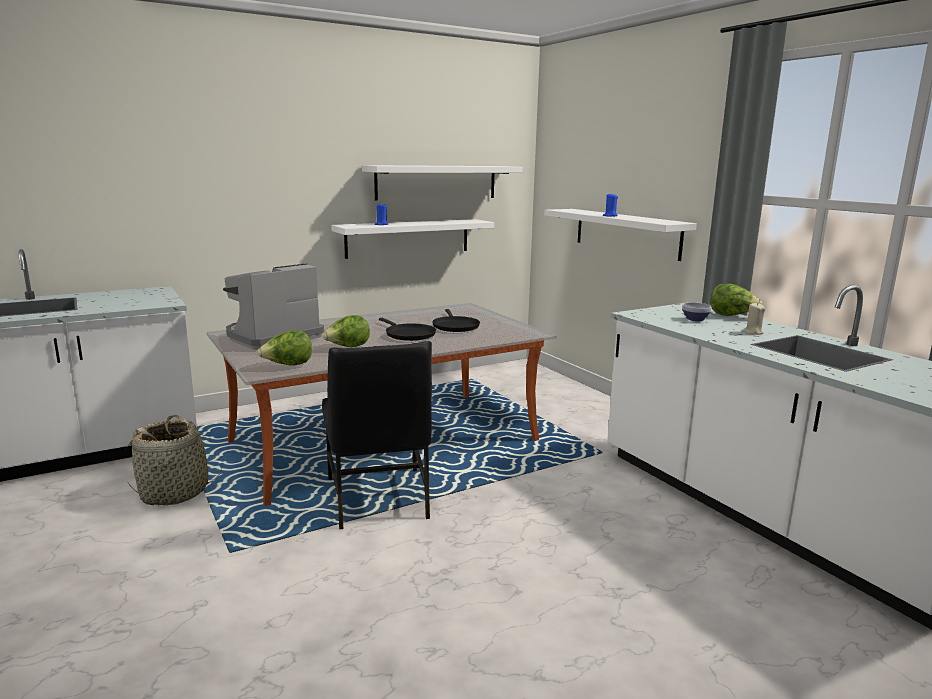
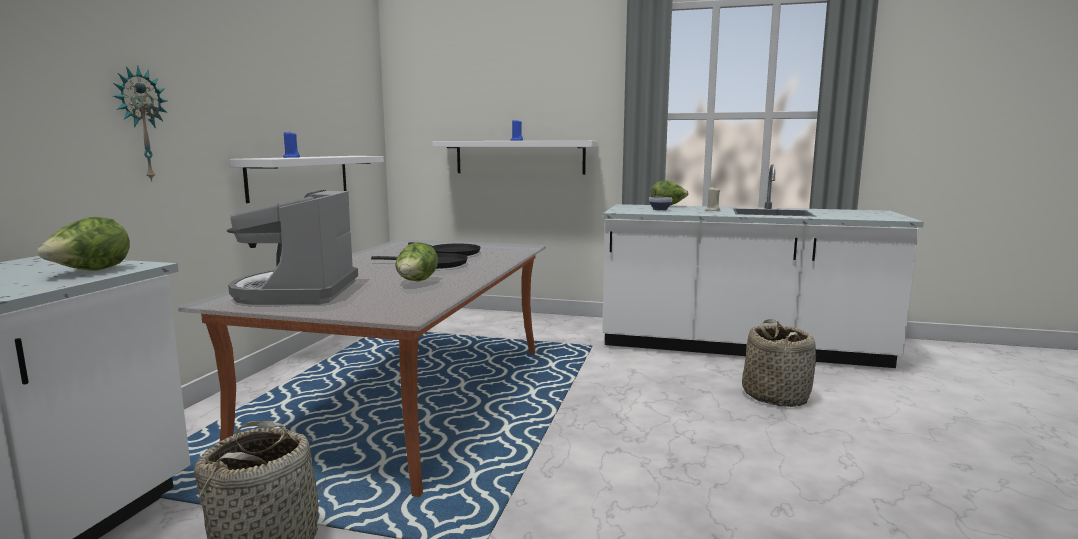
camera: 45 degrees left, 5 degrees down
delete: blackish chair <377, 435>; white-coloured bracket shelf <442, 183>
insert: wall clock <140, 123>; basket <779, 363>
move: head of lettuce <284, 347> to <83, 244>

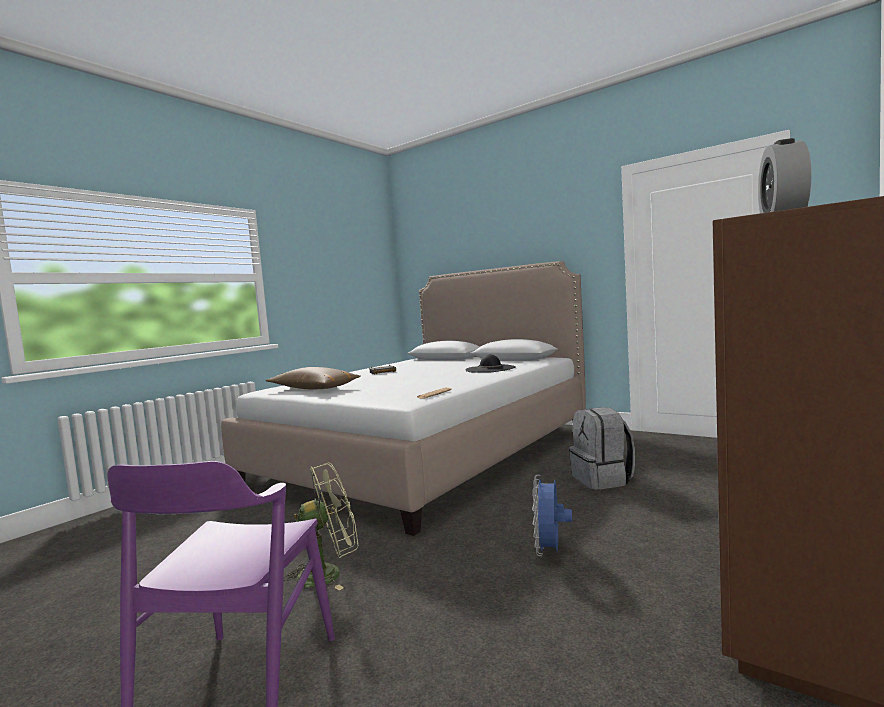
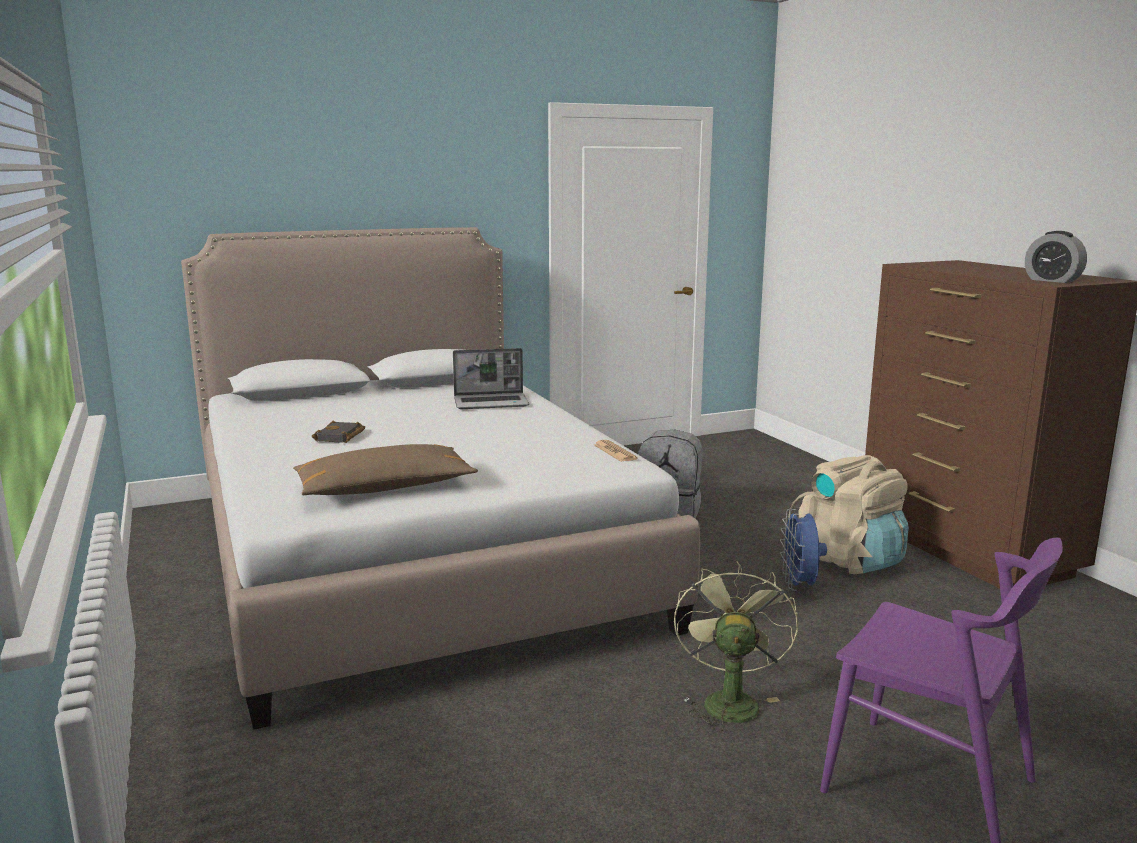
camera: 60 degrees left, 10 degrees up
insert: sand-coloured knapsack <848, 514>
replace: blackish clothing hat <491, 363> to laptop <491, 378>
rotate: blue electric fan <552, 515> = <803, 550> 45 degrees clockwise

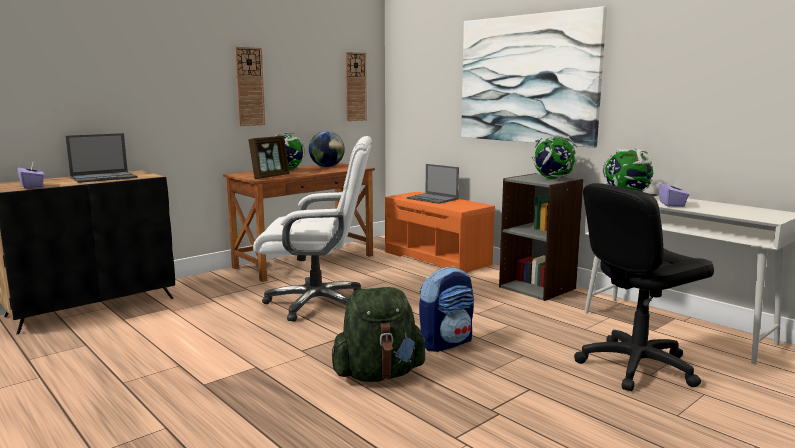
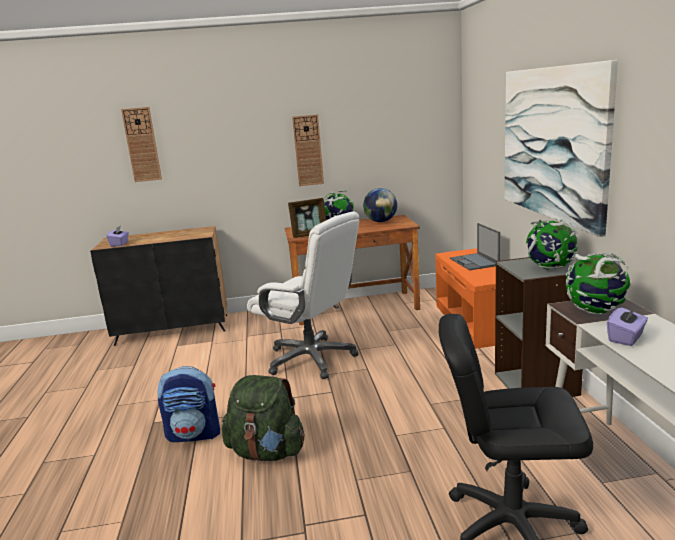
camera: 35 degrees right, 5 degrees up
delete: laptop <102, 158>
move: wall clock <356, 86> to <141, 144>; knapsack <446, 309> to <188, 404>

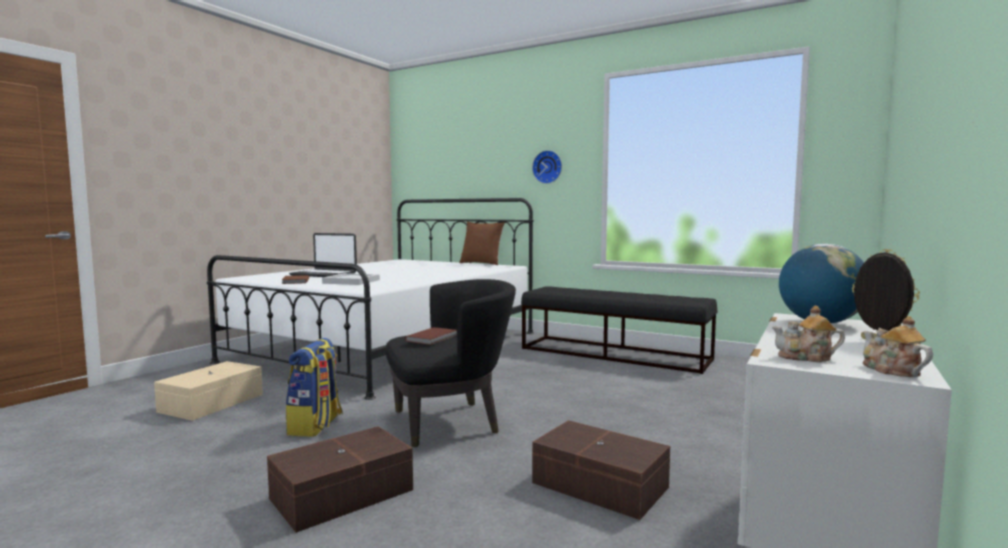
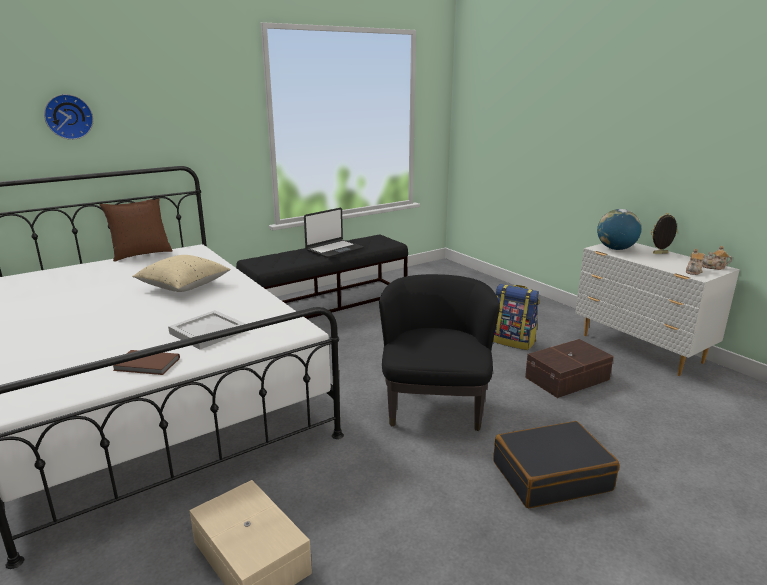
camera: 65 degrees left, 15 degrees up
delete: brown volume <431, 336>
insert: sand-coloured pillow <181, 273>
move: knapsack <314, 387> to <516, 317>; laptop <323, 255> to <334, 233>; wall clock <547, 167> to <68, 117>
replace: brown storage box <340, 479> to blackish travel case <556, 464>

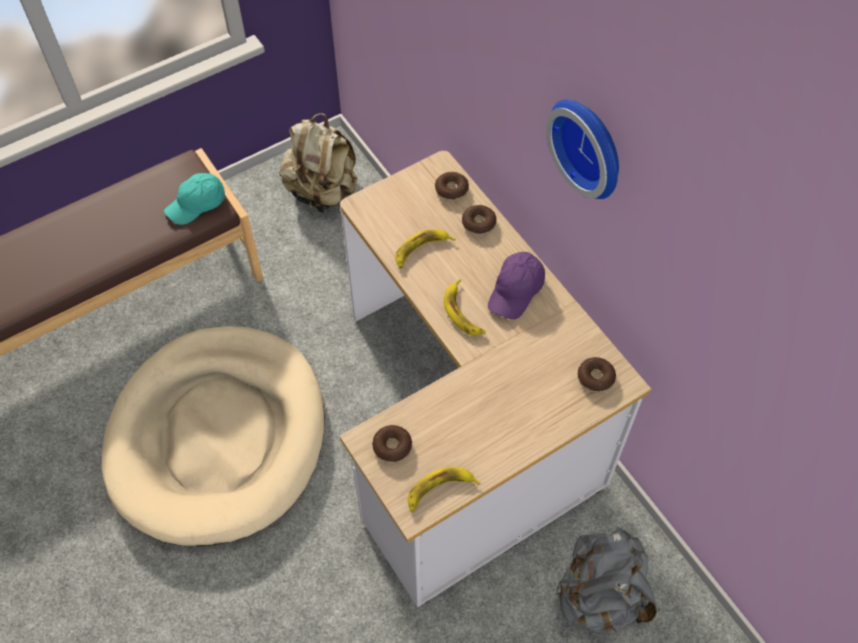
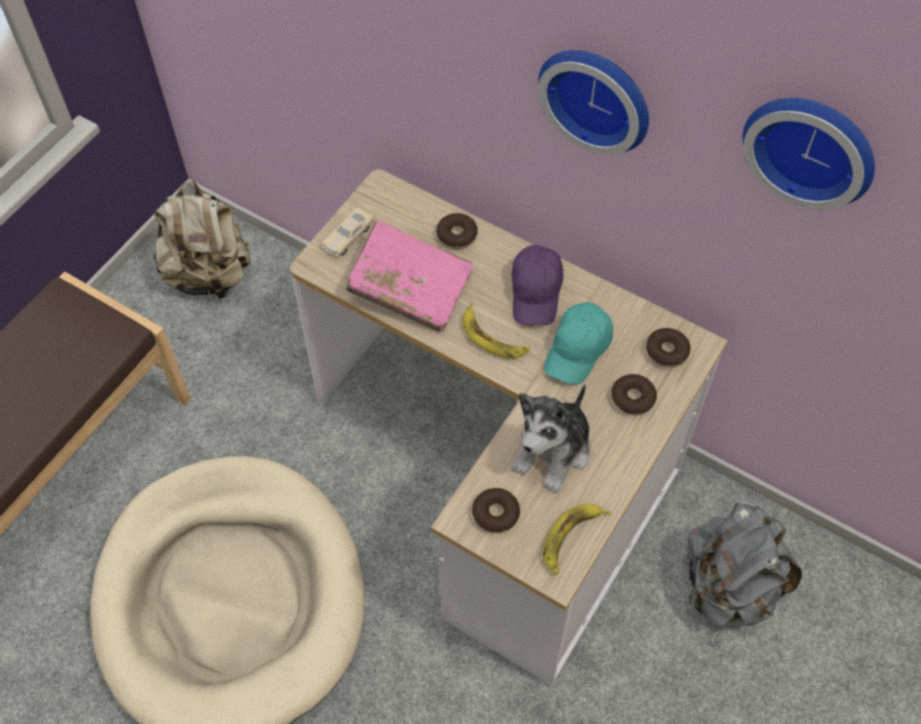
camera: 25 degrees left, 0 degrees up
insert: sand-coloured model car <348, 232>; plush toy <551, 438>; wall clock <809, 154>
move: turquoise-coloured peaked cap <194, 199> to <578, 343>; donut <452, 186> to <634, 394>
replace: banana <425, 248> to pink-coloured volume <409, 276>

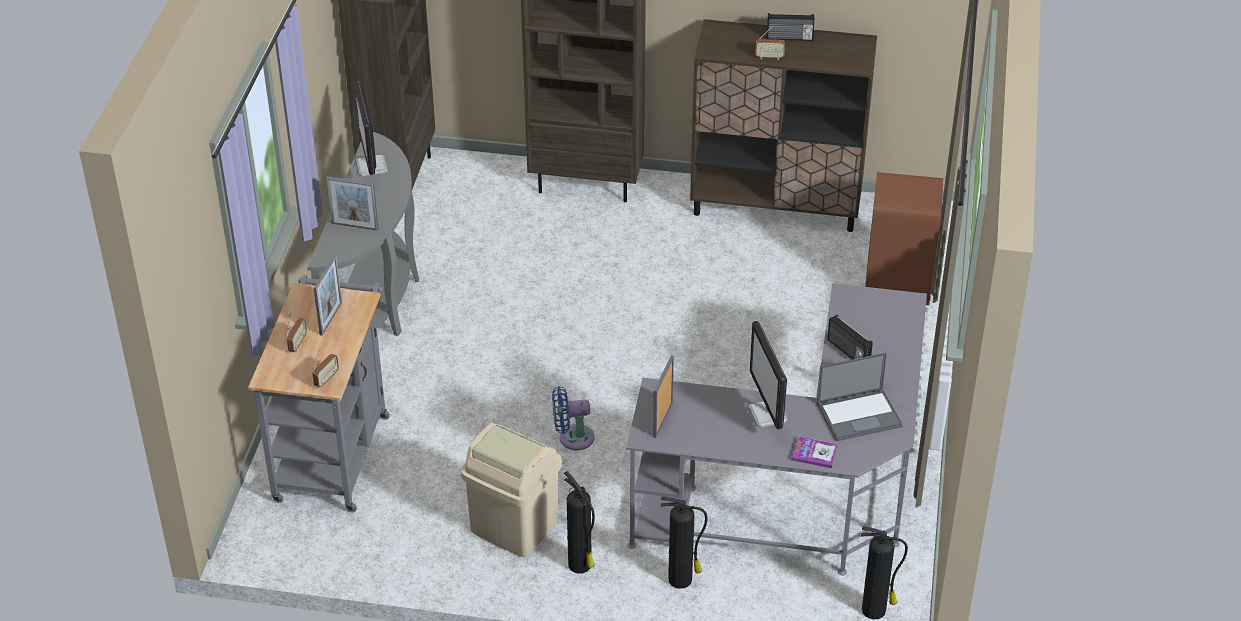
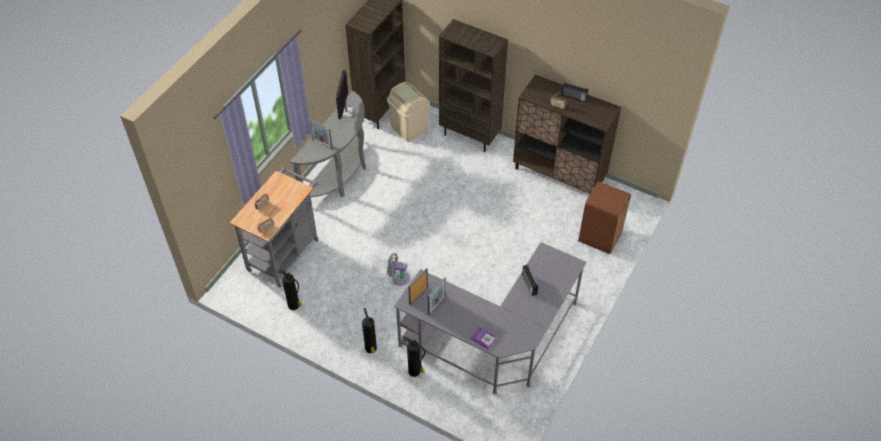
camera: 20 degrees right, 10 degrees up
delete: computer screen <768, 375>; laptop <860, 397>
move: picture frame <328, 295> to <437, 296>; sand-coloured rubbish bin <511, 490> to <408, 112>; extinguisher <884, 573> to <289, 289>
recolor: blue electric fan <573, 418> to grey electric fan <398, 269>

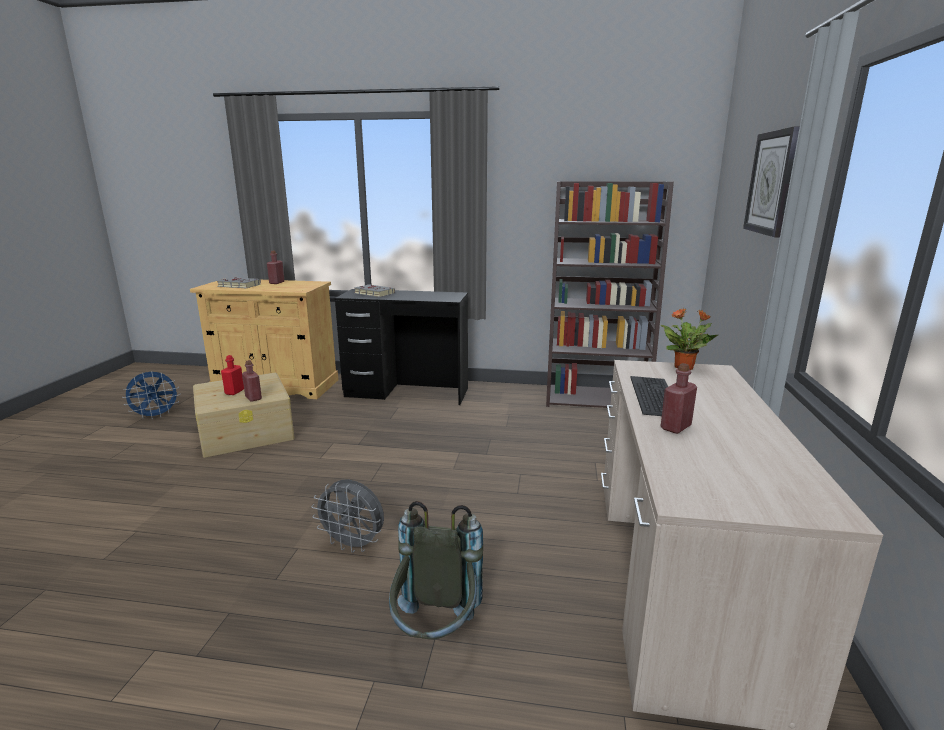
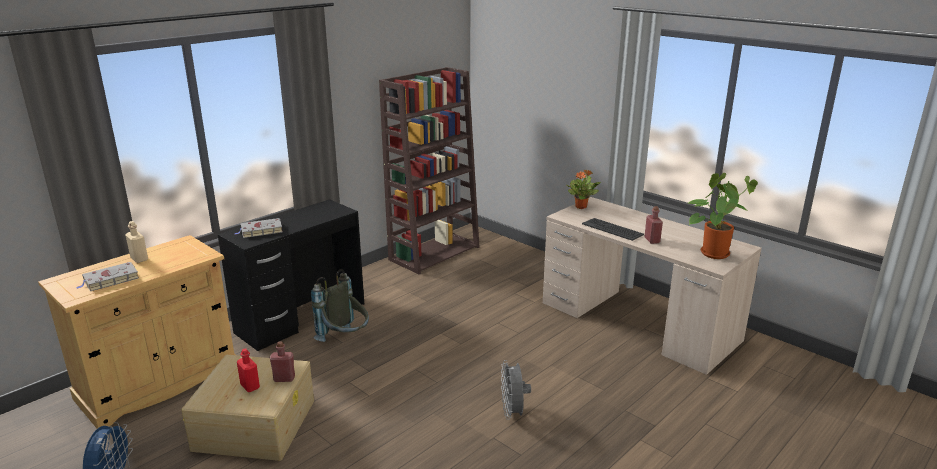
camera: 55 degrees left, 5 degrees up
delete: wall clock <771, 182>
insert: houseplant <723, 216>
move: grey knapsack <436, 570> to <340, 305>
recolor: red-coloured beverage bottle <275, 267> to sand-coloured beverage bottle <136, 242>
rotate: grey electric fan <347, 516> = <516, 390> 120 degrees clockwise

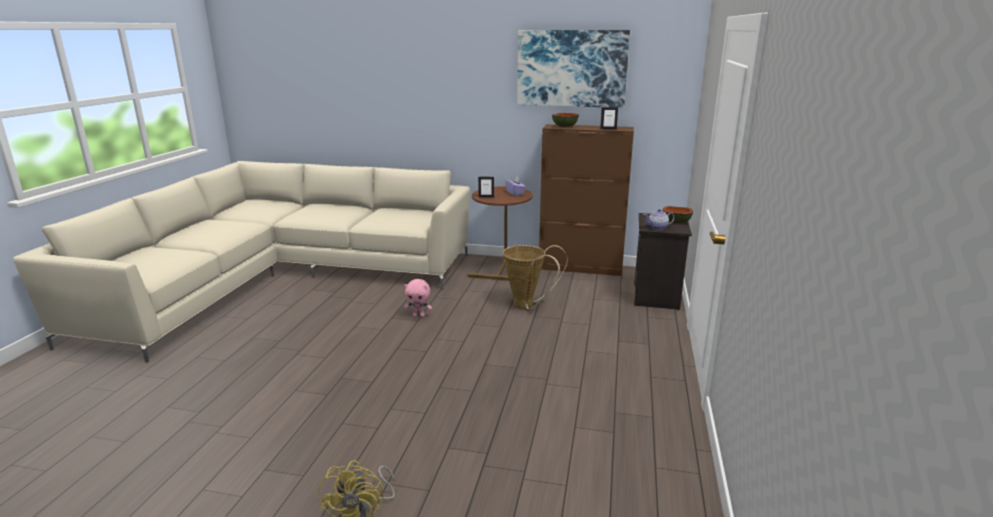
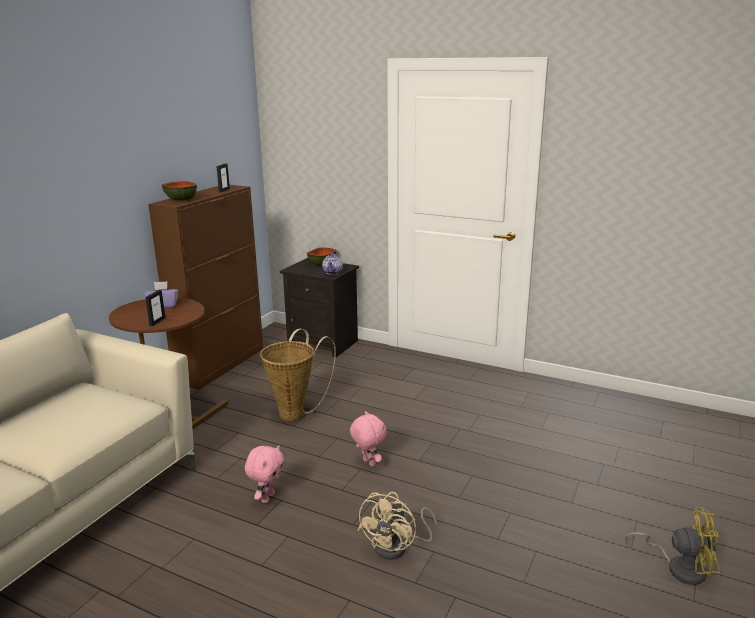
camera: 75 degrees left, 0 degrees up
delete: wall picture <573, 69>
insert: pink-coloured plush toy <368, 439>; sand-coloured electric fan <397, 526>

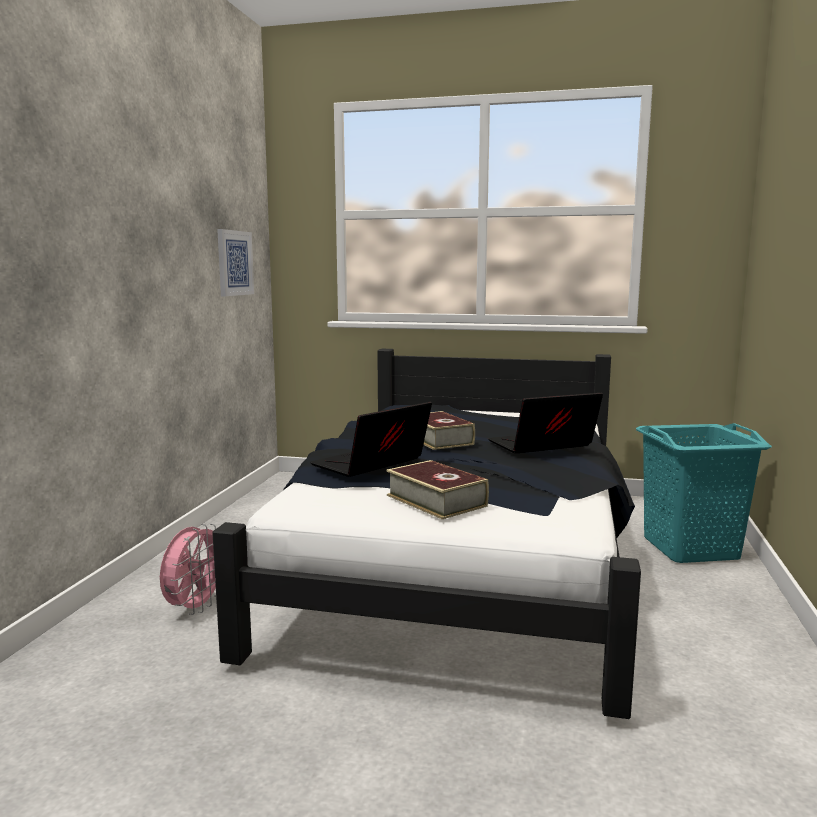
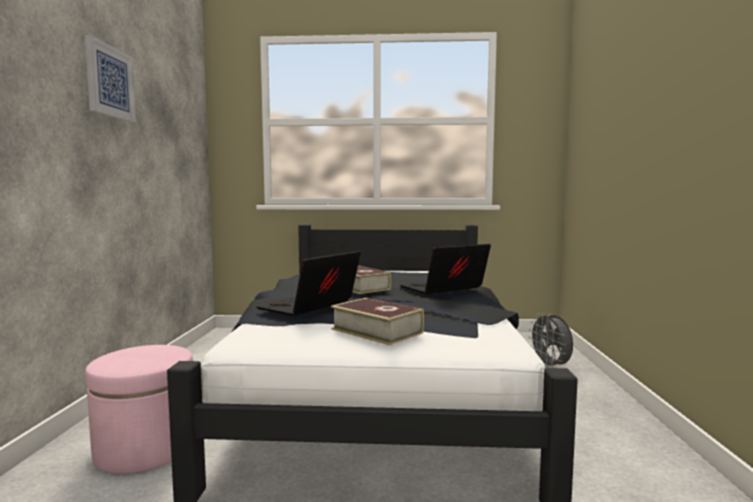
camera: 10 degrees left, 5 degrees down
move: wall picture <235, 262> to <110, 78>
replace: pink-coloured electric fan <188, 569> to pink-coloured ottoman <139, 409>; turquoise-coloured hamper <704, 493> to grey electric fan <550, 340>

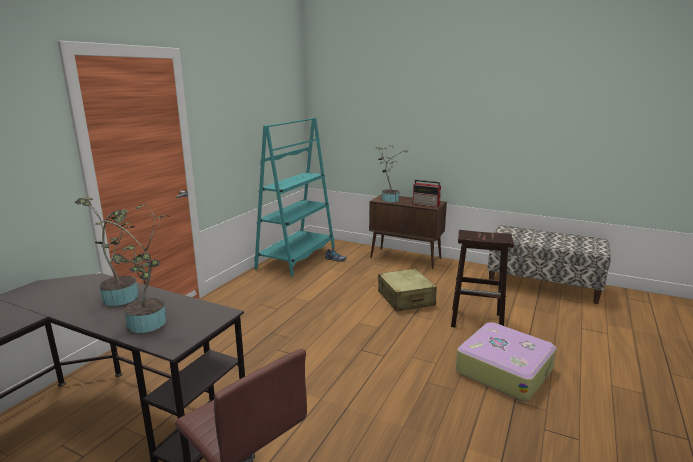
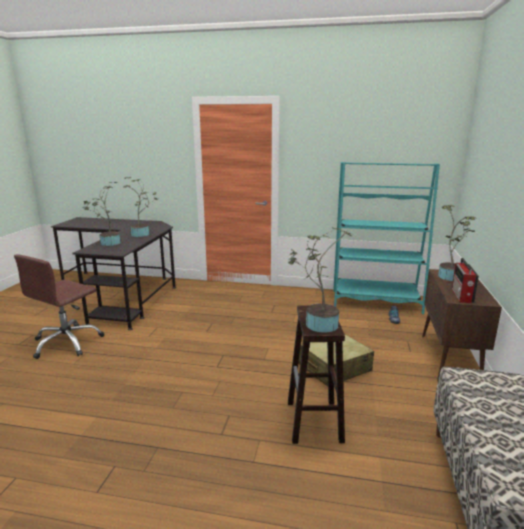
camera: 75 degrees right, 0 degrees up
delete: travel case <506, 361>
insert: houseplant <320, 280>

